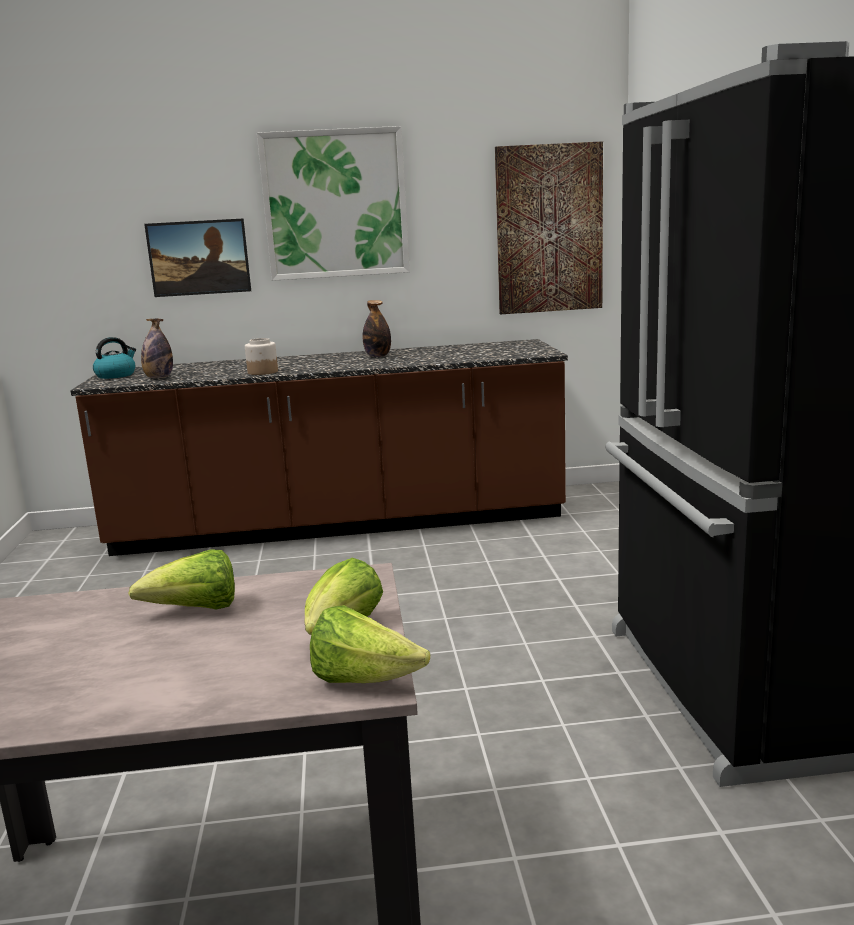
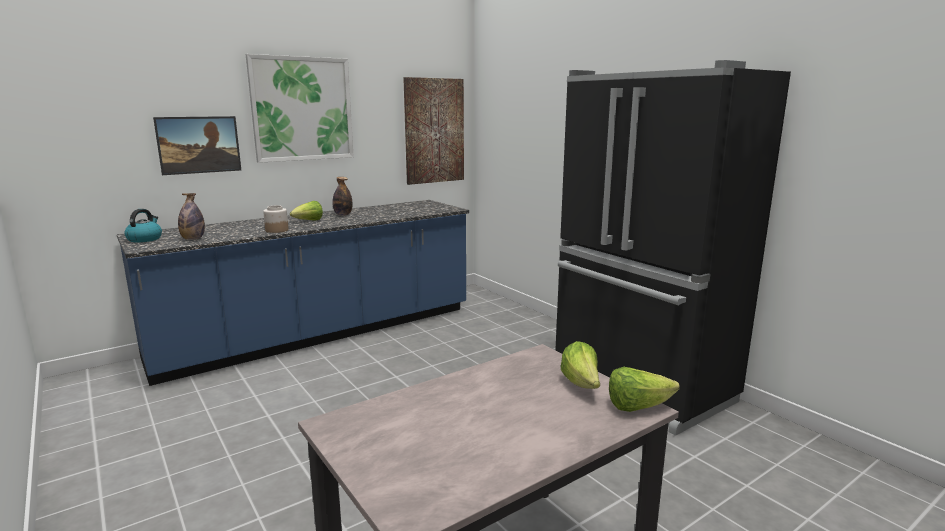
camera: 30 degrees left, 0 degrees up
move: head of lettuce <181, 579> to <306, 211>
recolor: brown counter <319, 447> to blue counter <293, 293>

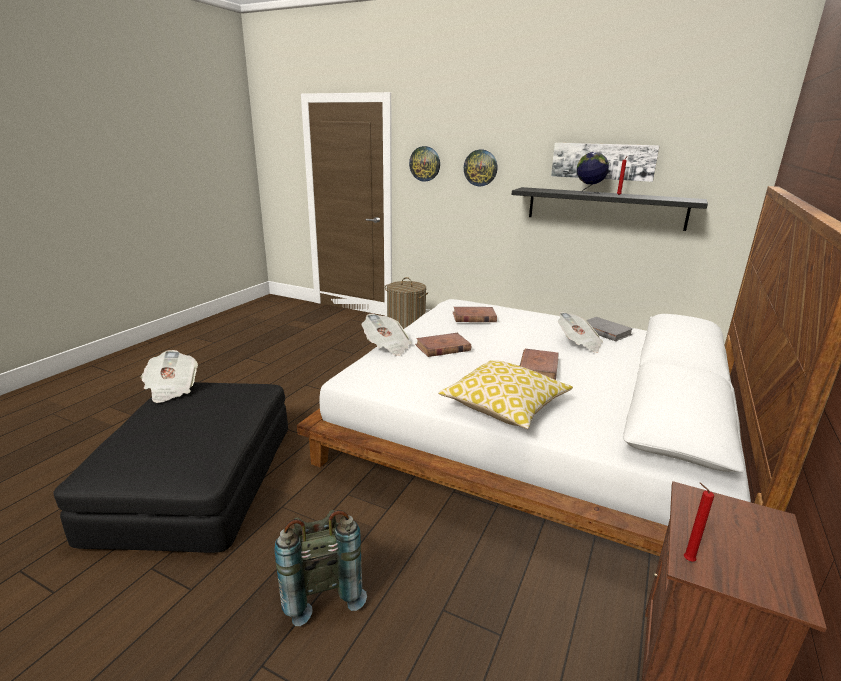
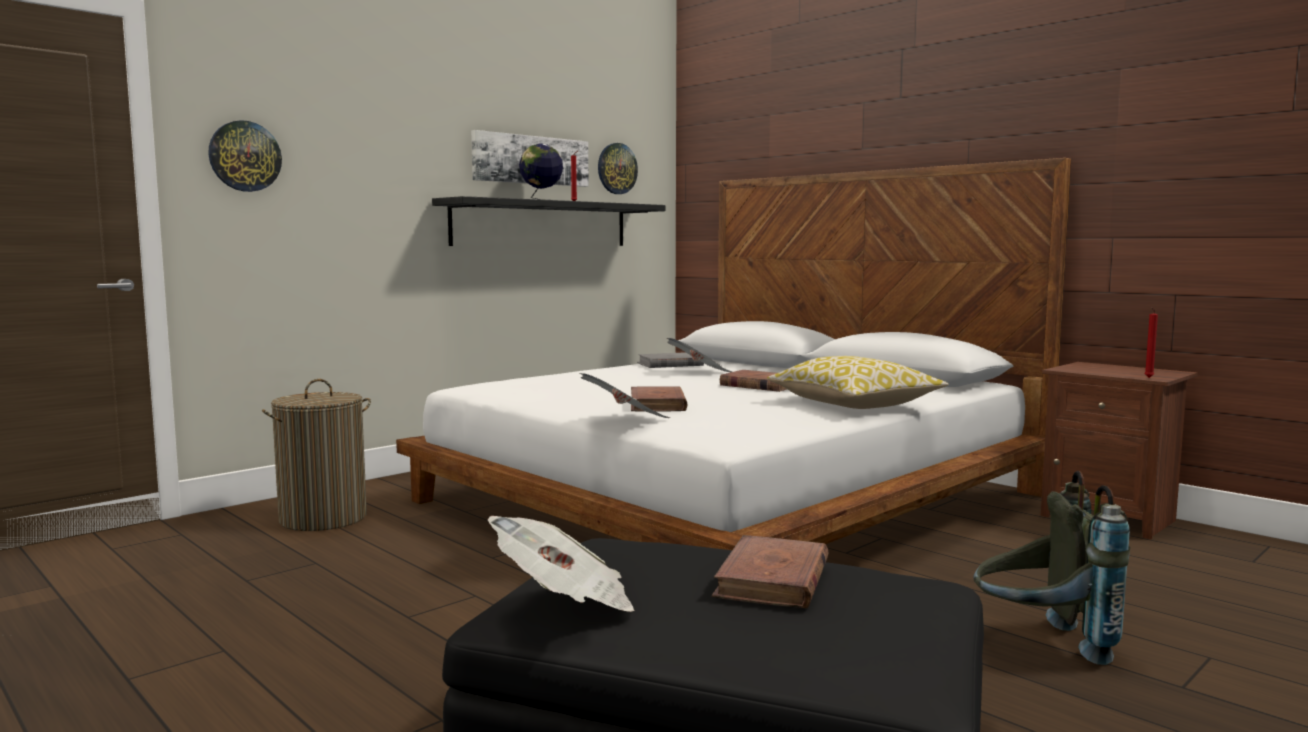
camera: 70 degrees left, 15 degrees down
move: brown volume <475, 314> to <770, 571>; wall clock <480, 168> to <618, 168>

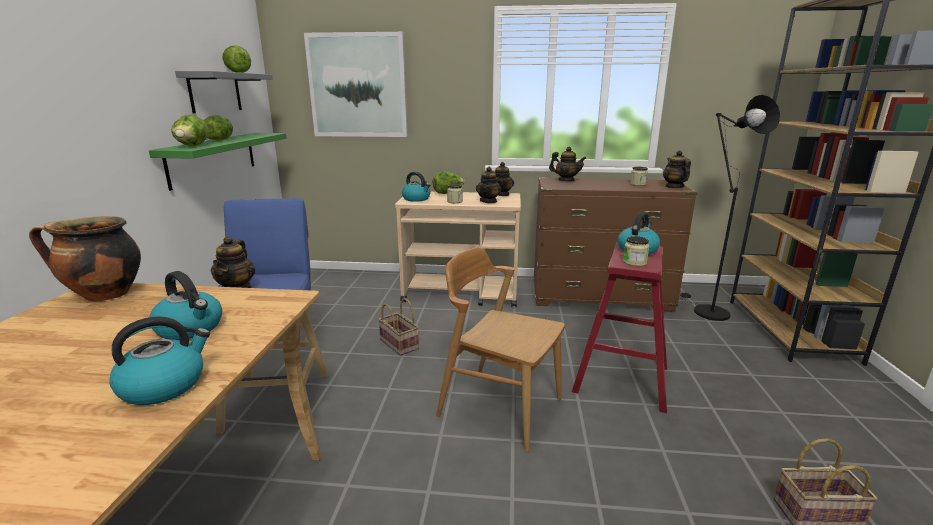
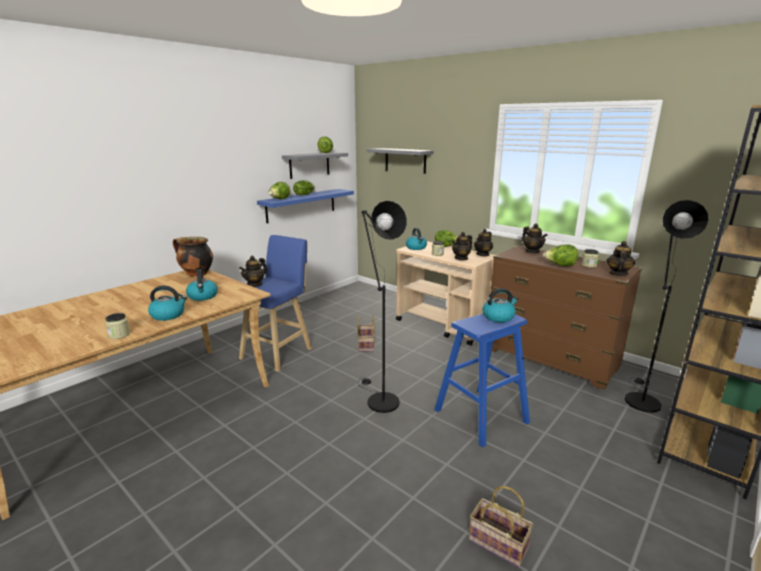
camera: 35 degrees right, 0 degrees up
insert: head of lettuce <560, 255>
move: jar <636, 251> to <117, 326>
replace: wall picture <356, 84> to grey bracket shelf <400, 161>; brown chair <500, 349> to blackish standard lamp <382, 307>
recolor: greenish bracket shelf <217, 162> to blue bracket shelf <305, 206>; red-coloured stool <619, 327> to blue stool <482, 380>

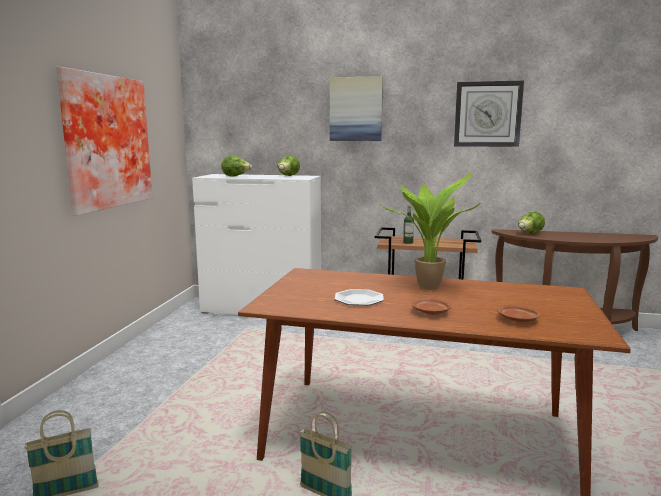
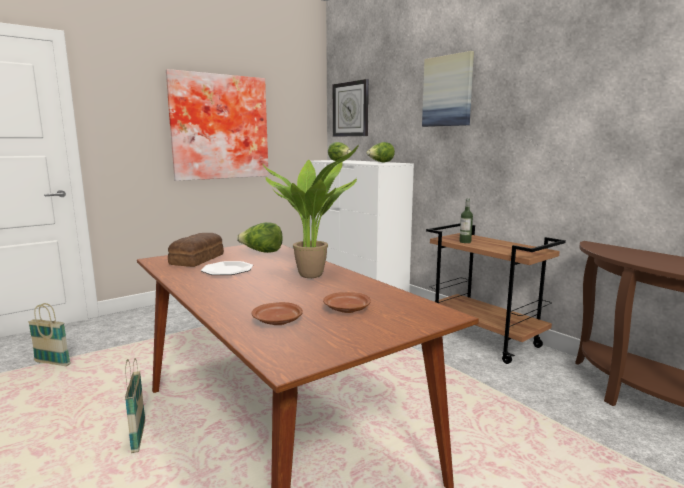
camera: 40 degrees right, 0 degrees up
insert: baked bread <196, 250>
move: brown dinner plate <431, 306> to <347, 302>; wall clock <489, 114> to <351, 108>; head of lettuce <531, 223> to <260, 237>

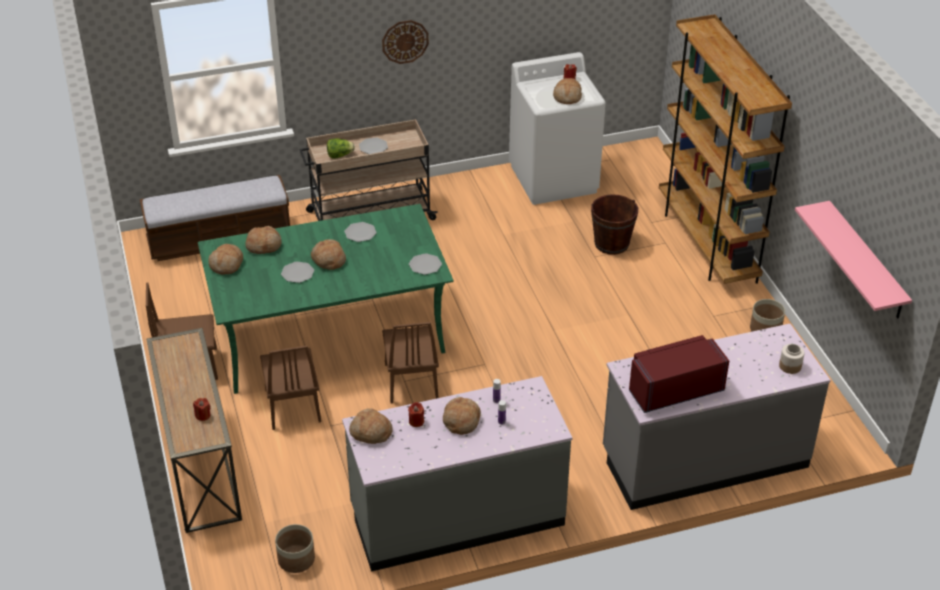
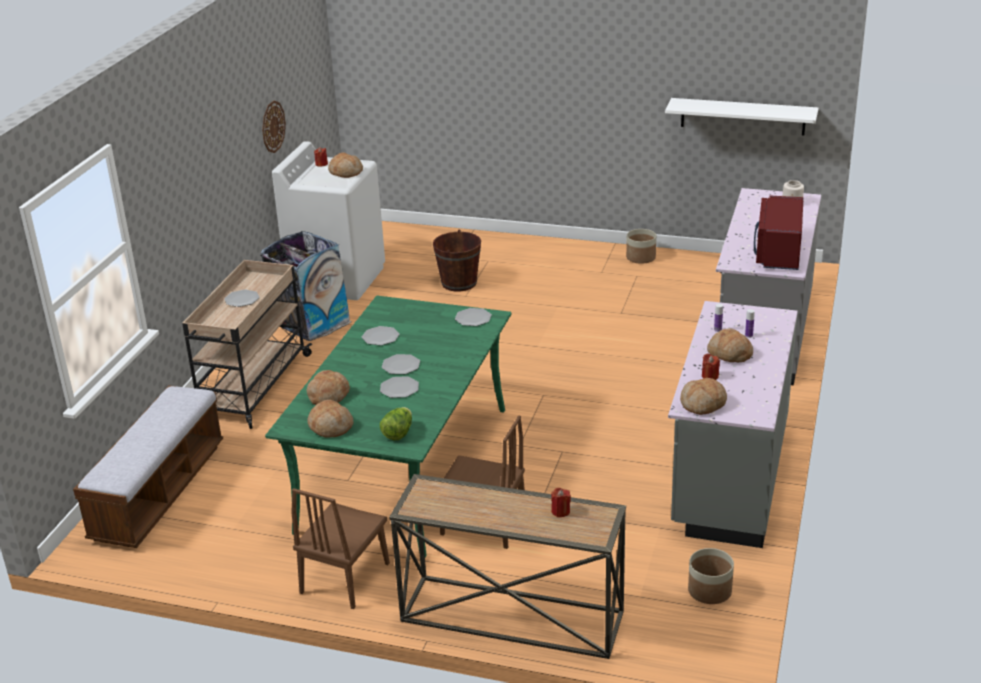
camera: 55 degrees left, 10 degrees down
delete: brown chair <410, 362>; brown bookshelf <725, 149>
insert: rubbish bin <305, 286>
move: head of lettuce <341, 148> to <396, 423>; wall clock <405, 42> to <274, 127>
replace: baked bread <328, 254> to dinner plate <401, 364>
recolor: pink-coloured bracket shelf <853, 259> to white-coloured bracket shelf <741, 116>

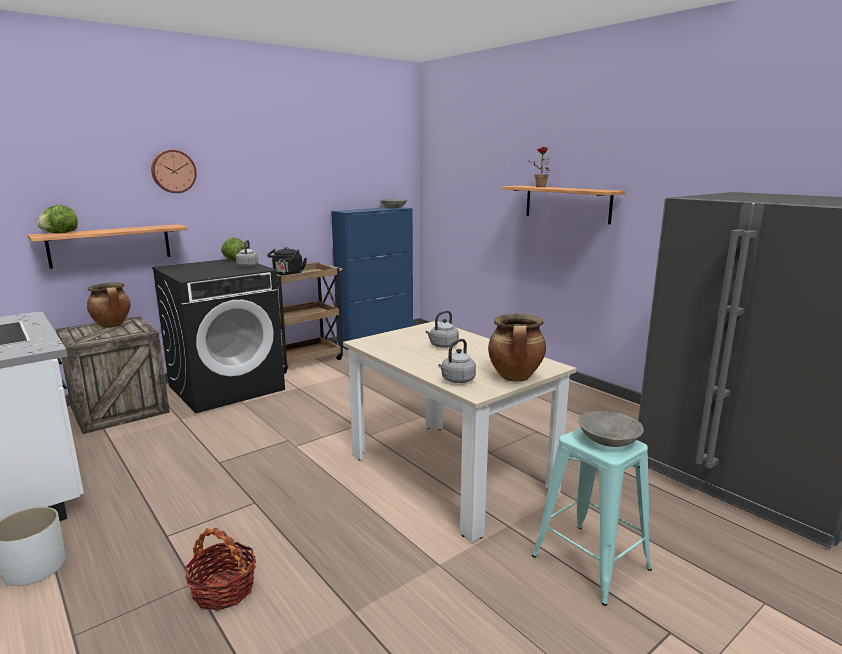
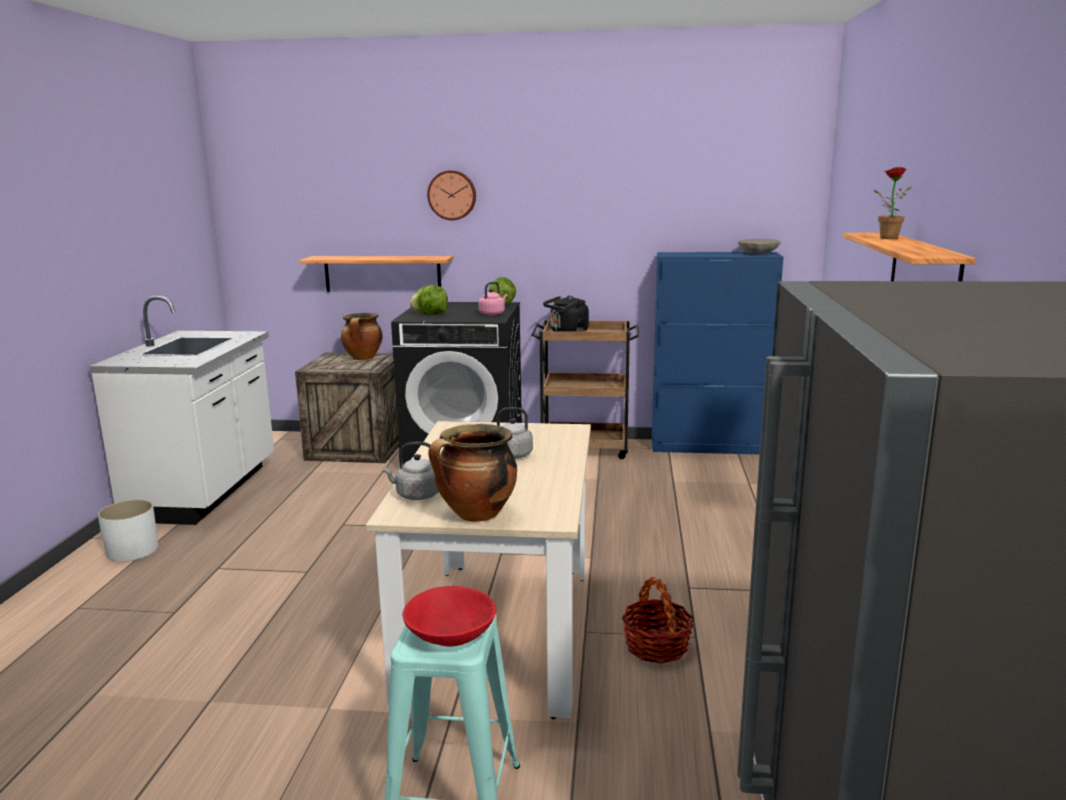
camera: 45 degrees right, 0 degrees up
move: head of lettuce <57, 219> to <429, 300>; basket <220, 569> to <658, 620>
recolor: grey tea kettle <247, 254> to pink-coloured tea kettle <493, 298>; grey serving bowl <611, 429> to red-coloured serving bowl <449, 616>

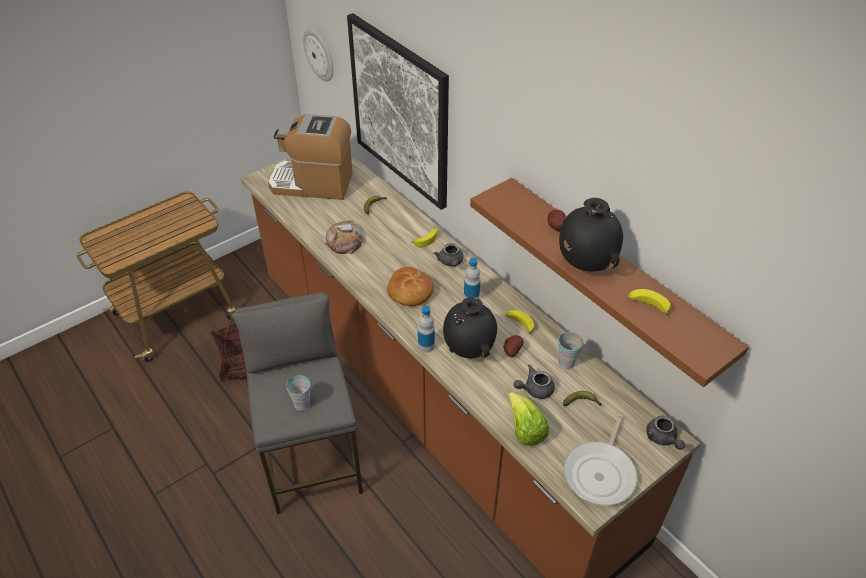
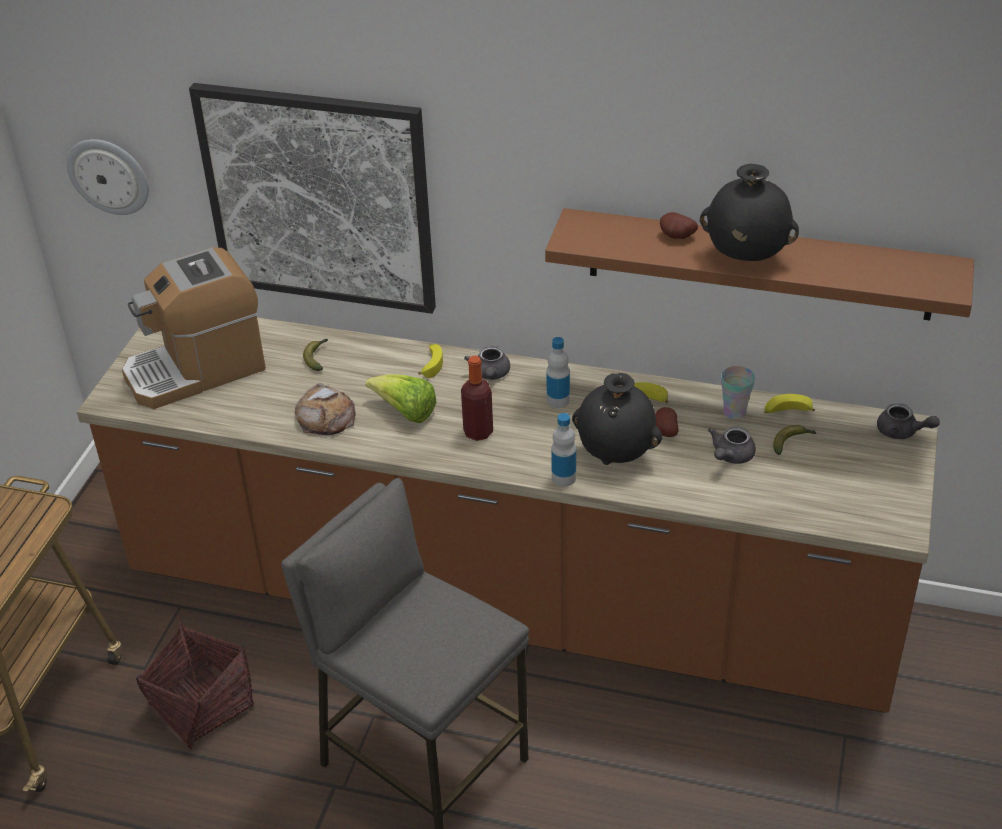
camera: 35 degrees left, 5 degrees down
delete: small cup <298, 393>; pan <600, 460>
move: head of lettuce <528, 419> to <400, 398>; banana <648, 302> to <789, 403>
replace: baked bread <410, 286> to beverage bottle <477, 398>
rotate: grey teapot <449, 255> = <487, 363> 45 degrees clockwise

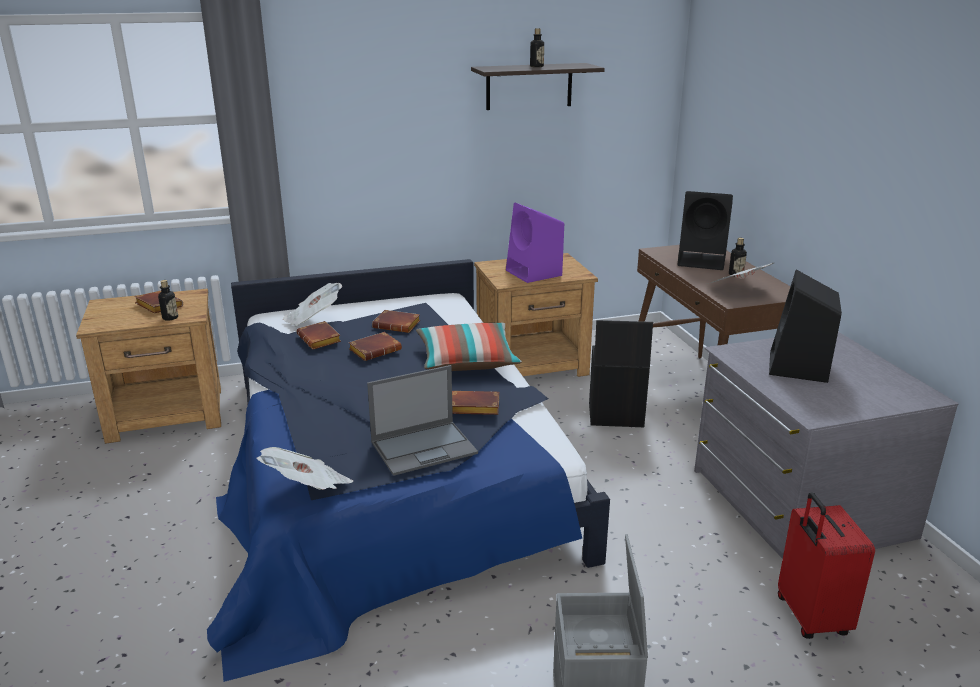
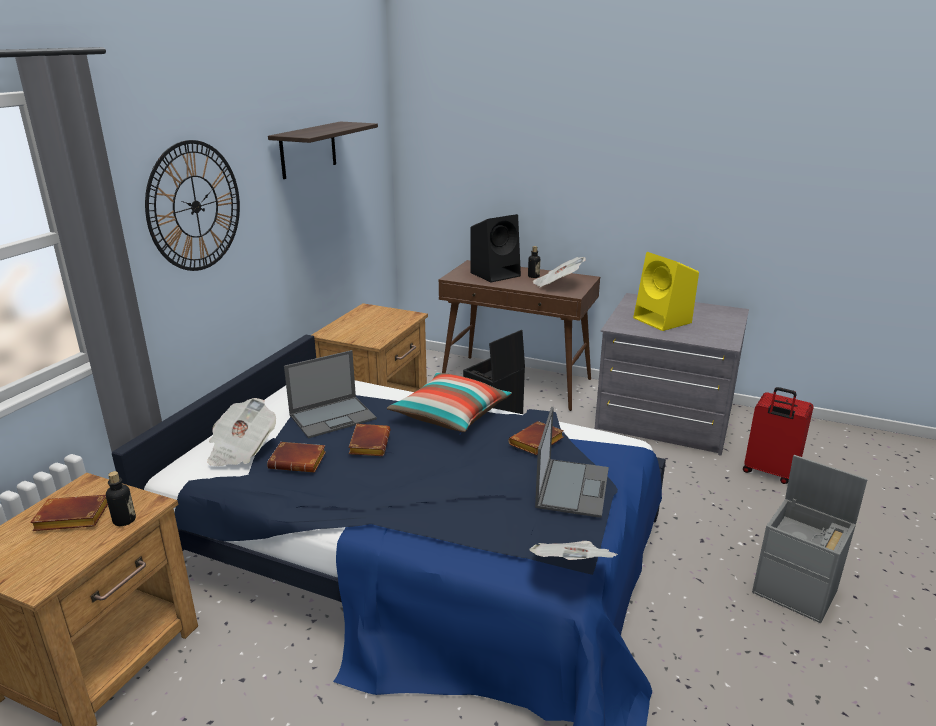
camera: 50 degrees left, 0 degrees up
delete: purple audio speaker <535, 242>; beverage bottle <537, 47>
insert: wall clock <192, 205>
replace: brown volume <396, 321> to laptop <330, 394>
recolor: blackish audio speaker <805, 326> to yellowish audio speaker <666, 291>

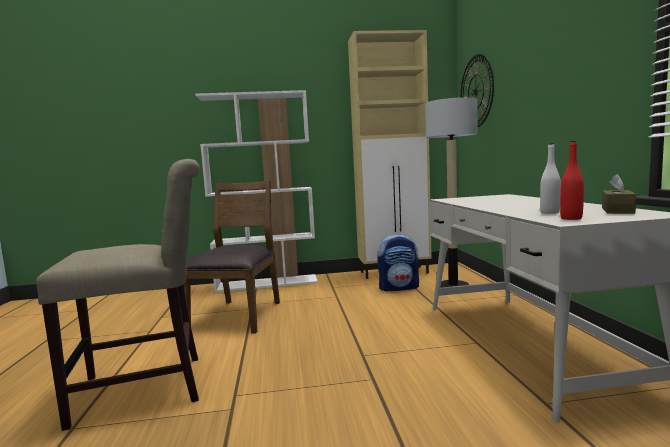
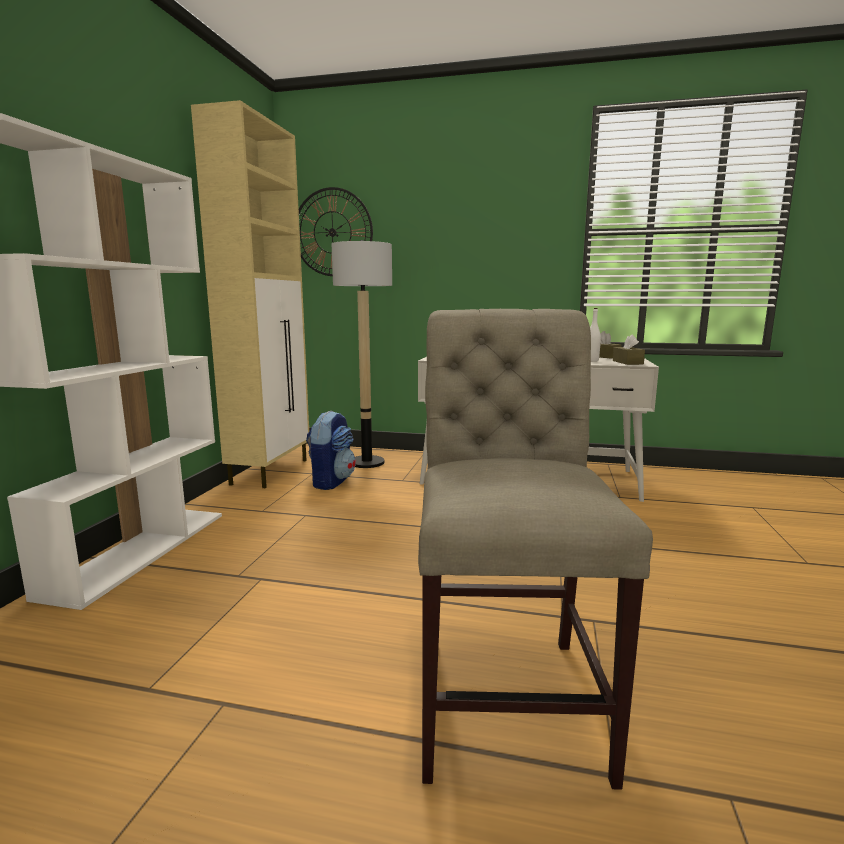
camera: 70 degrees left, 5 degrees up
delete: brown chair <232, 257>
replace: red-coloured beverage bottle <572, 180> to brown tissue box <629, 349>

